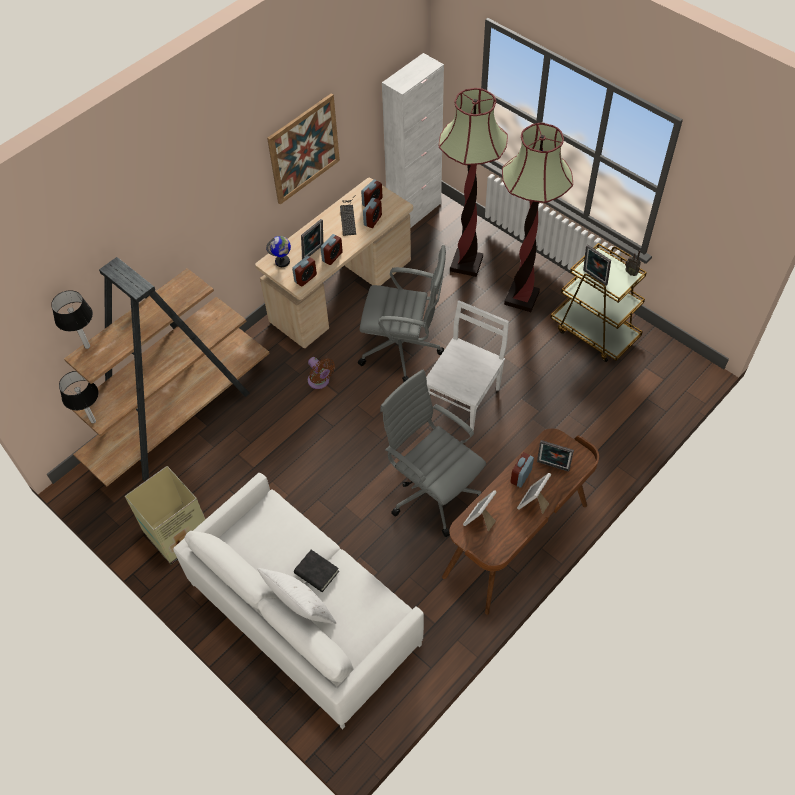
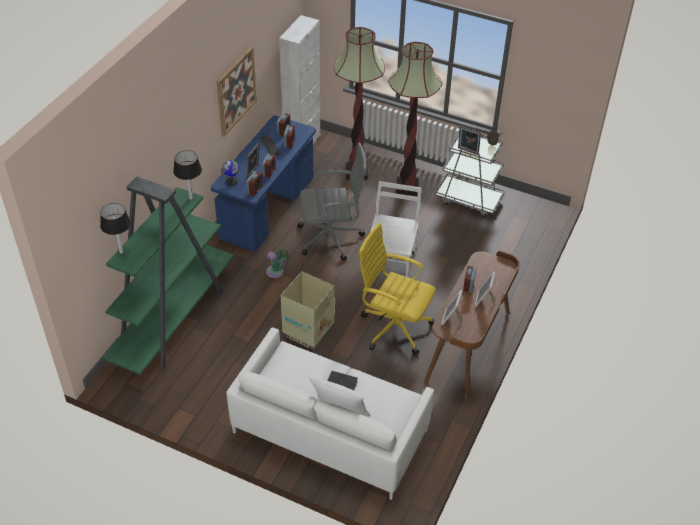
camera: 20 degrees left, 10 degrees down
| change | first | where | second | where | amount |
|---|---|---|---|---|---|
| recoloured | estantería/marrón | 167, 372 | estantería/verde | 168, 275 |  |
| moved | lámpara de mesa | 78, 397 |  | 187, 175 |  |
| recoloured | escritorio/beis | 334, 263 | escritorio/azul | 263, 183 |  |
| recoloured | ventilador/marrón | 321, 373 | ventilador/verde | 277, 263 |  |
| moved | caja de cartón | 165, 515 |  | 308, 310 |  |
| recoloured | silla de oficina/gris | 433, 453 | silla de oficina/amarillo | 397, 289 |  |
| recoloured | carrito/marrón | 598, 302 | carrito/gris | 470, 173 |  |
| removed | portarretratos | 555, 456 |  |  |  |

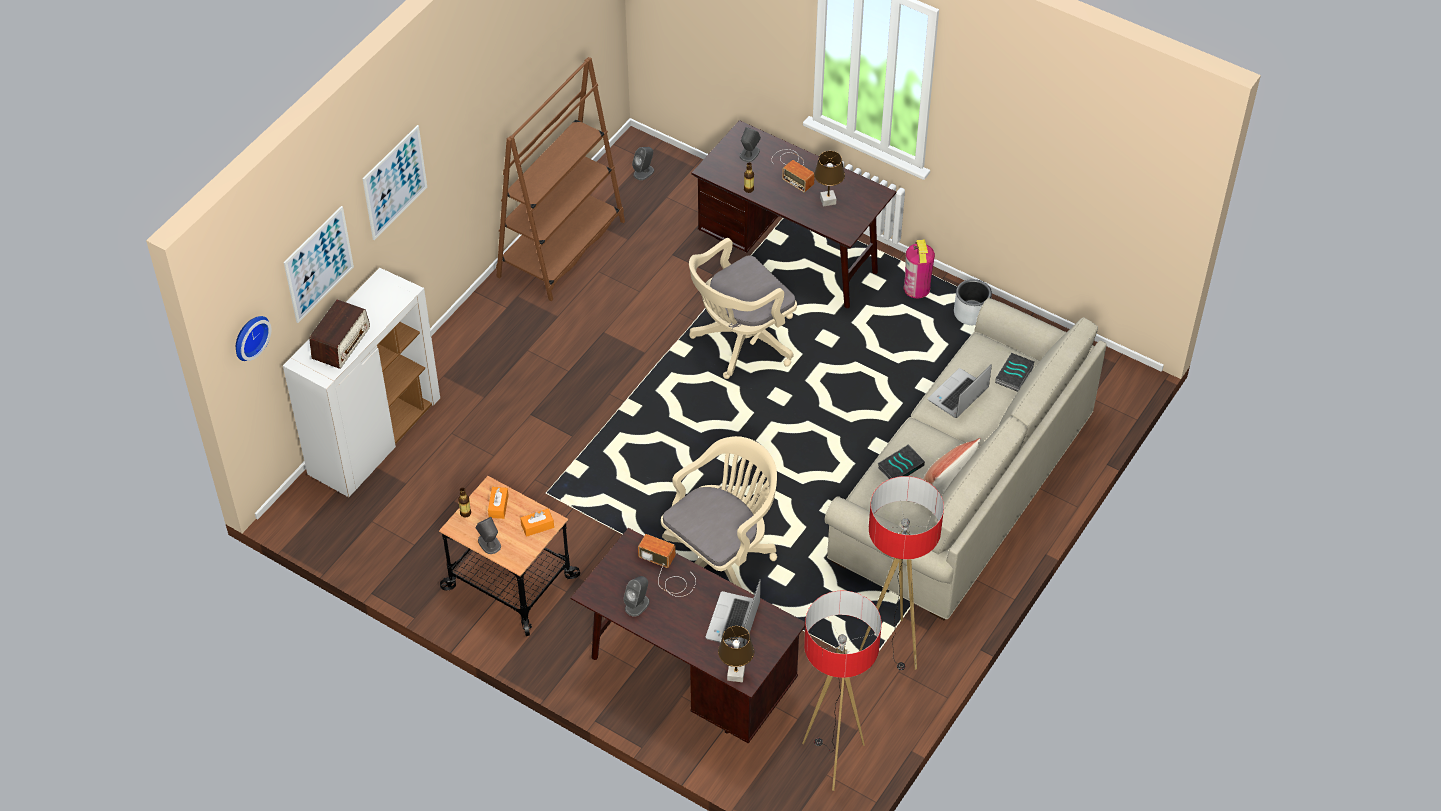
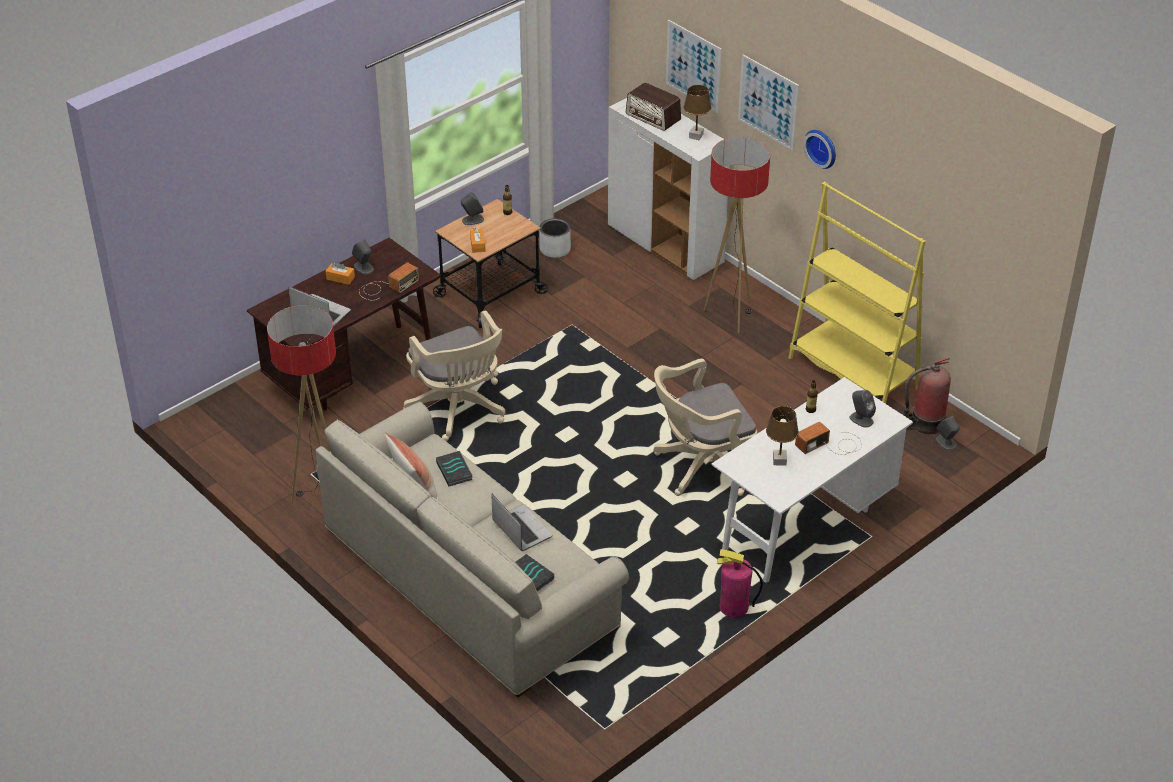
camera: 105 degrees right, 10 degrees down
| change | first | where | second | where | amount |
|---|---|---|---|---|---|
| moved | caja de pañuelos/naranja | 498, 503 |  | 340, 273 |  |
| moved | maceta/gris | 973, 302 |  | 555, 238 |  |
| turned | silla de oficina/beis | 743, 308 |  | 705, 427 | 90 degrees counterclockwise |
| moved | lámpara de mesa/marrón | 736, 654 |  | 697, 112 |  |
| moved | lámpara de pie | 842, 691 |  | 736, 235 |  |
| recoloured | escritorio/marrón | 793, 214 | escritorio/blanco | 812, 480 |  |
| recoloured | estantería/marrón | 560, 179 | estantería/amarillo | 857, 292 |  |
| moved | reloj de pared | 253, 338 |  | 819, 149 |  |
| added |  |  | extintor | 927, 395 |  |

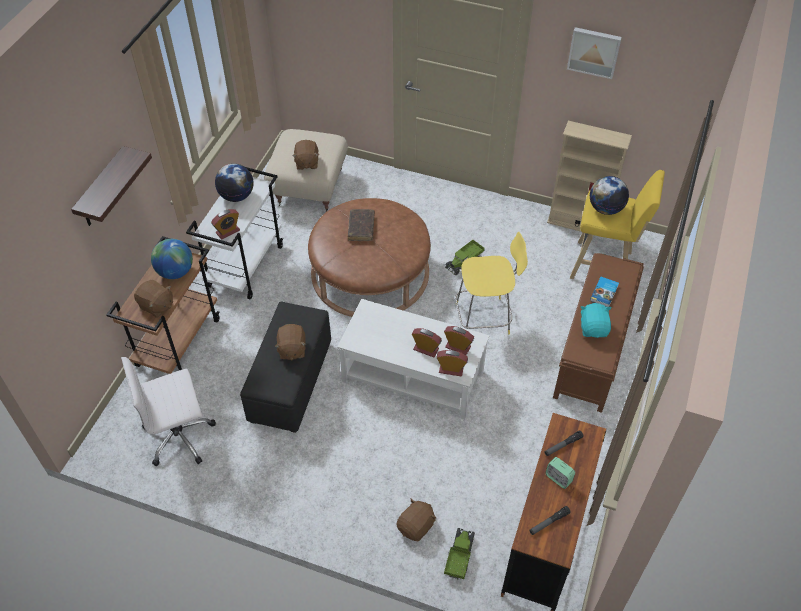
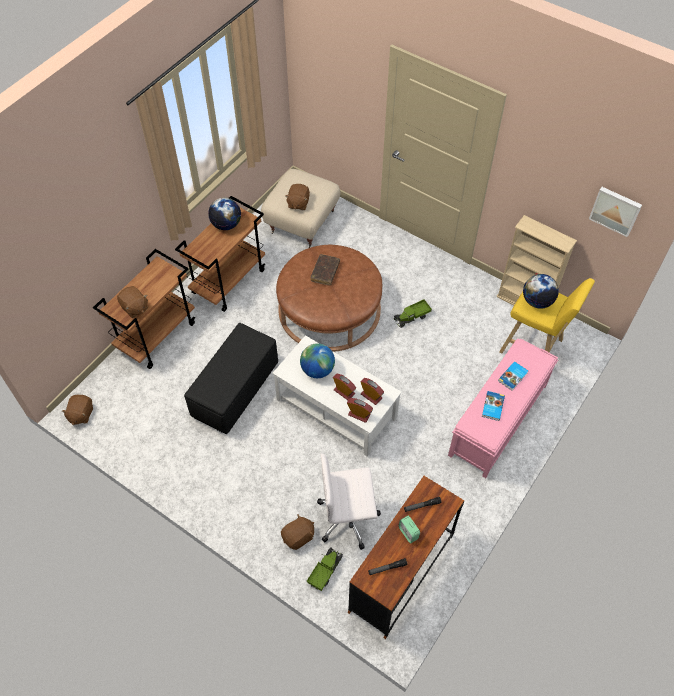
camera: 15 degrees right, 5 degrees up
| change | first | where | second | where | amount |
|---|---|---|---|---|---|
| moved | peluche/marrón | 290, 342 |  | 77, 409 |  |
| recoloured | carrito/blanco | 234, 233 | carrito/marrón | 220, 254 |  |
| moved | globo terráqueo | 172, 259 |  | 317, 360 |  |
| moved | silla de oficina/blanco | 168, 411 |  | 349, 502 |  |
| recoloured | banco/marrón | 598, 333 | banco/rosa | 503, 408 |  |
| replaced | peluche/turquesa | 596, 320 | libro | 493, 406 |  |
| moved | cuadro | 594, 53 |  | 615, 212 |  |
| removed | estante | 111, 186 |  |  |  |
| removed | despertador | 225, 224 |  |  |  |
| removed | taburete/amarillo | 491, 283 |  |  |  |

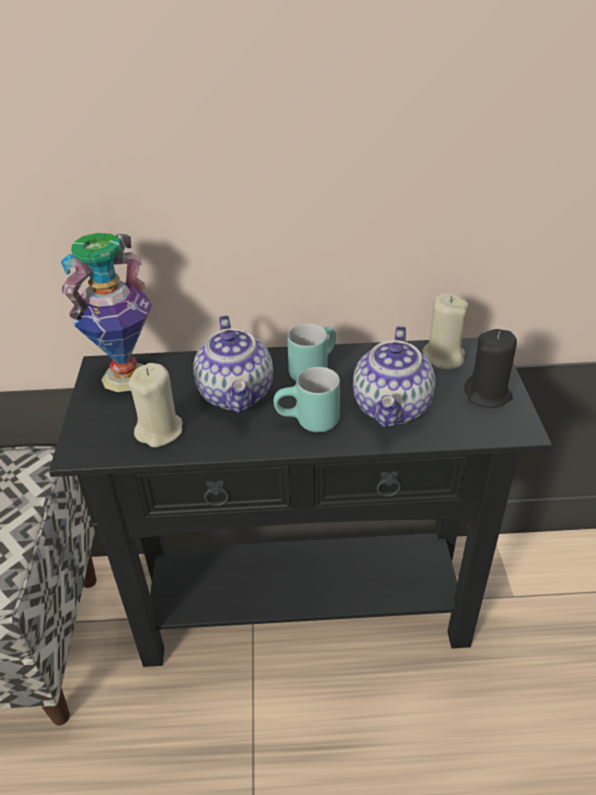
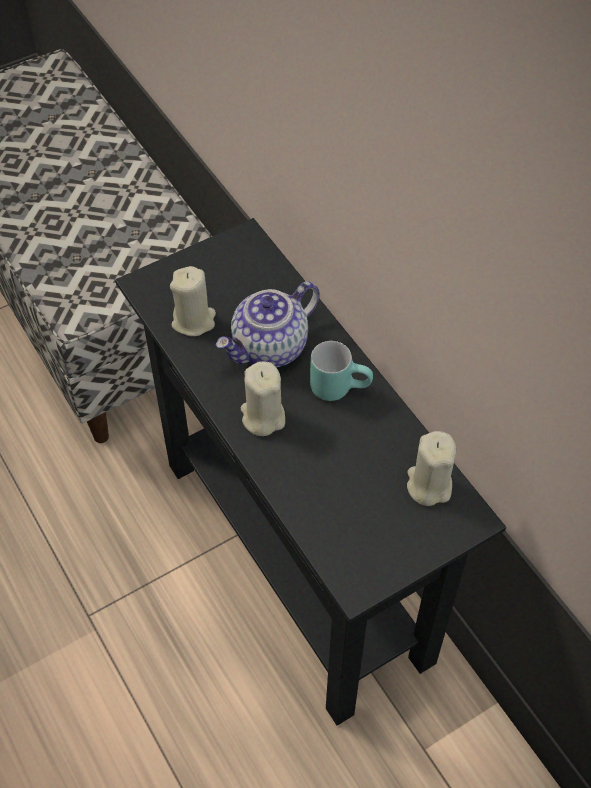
camera: 60 degrees right, 15 degrees up
| change | first | where | second | where | amount |
|---|---|---|---|---|---|
| replaced | taza grande/turquesa | 307, 399 | vela/beis | 263, 399 |  |
| removed | florero | 106, 312 |  |  |  |
| removed | tetera | 394, 377 |  |  |  |
| removed | vela/negro | 490, 368 |  |  |  |

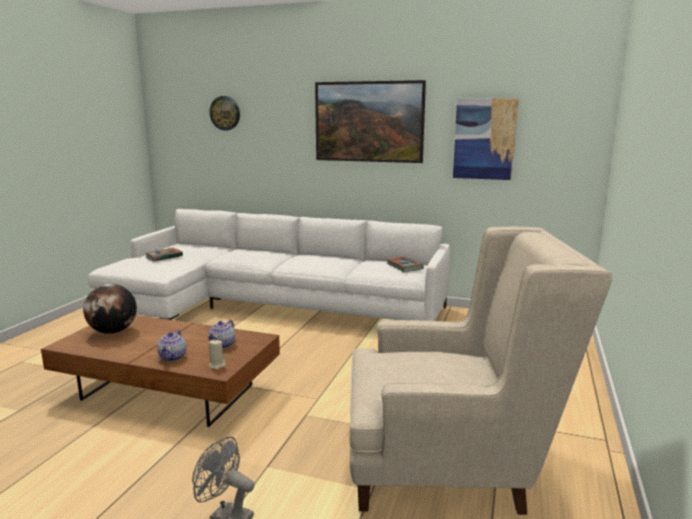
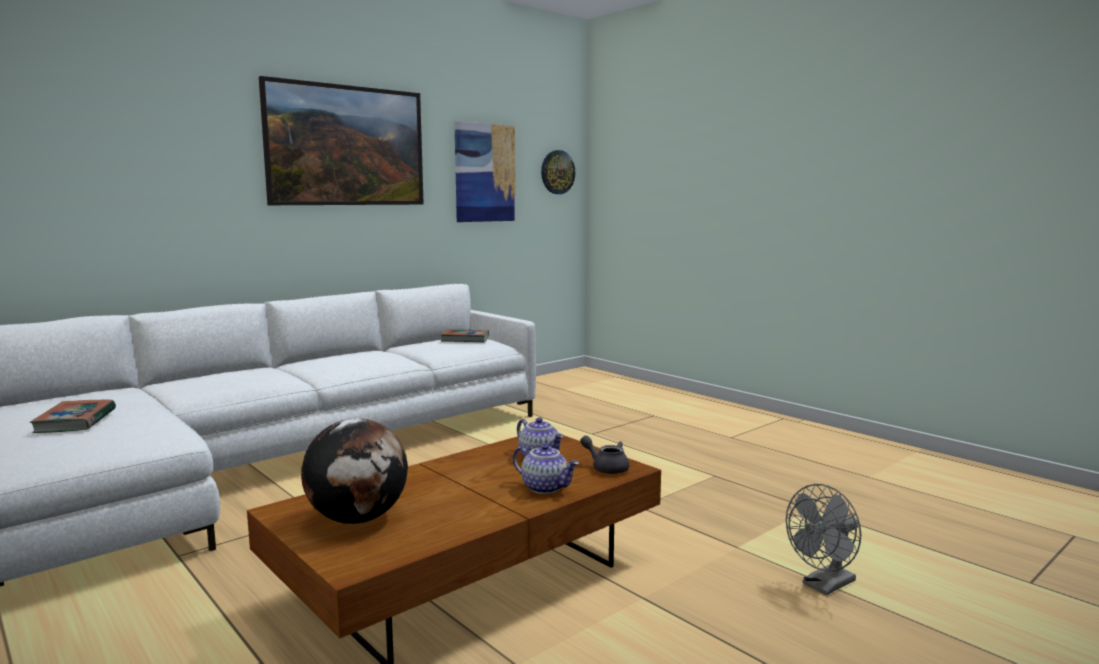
camera: 60 degrees left, 5 degrees down
| change | first | where | second | where | amount |
|---|---|---|---|---|---|
| moved | reloj de pared | 224, 113 |  | 558, 172 |  |
| replaced | vela/beis | 217, 354 | tetera/gris | 604, 455 |  |
| removed | sillón/beis | 481, 371 |  |  |  |

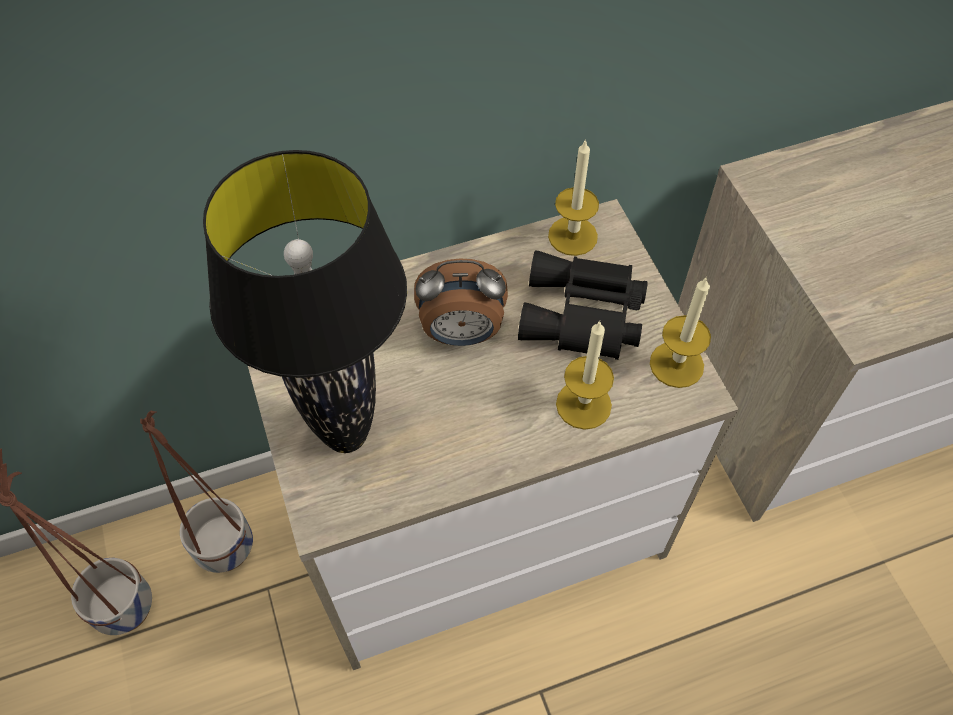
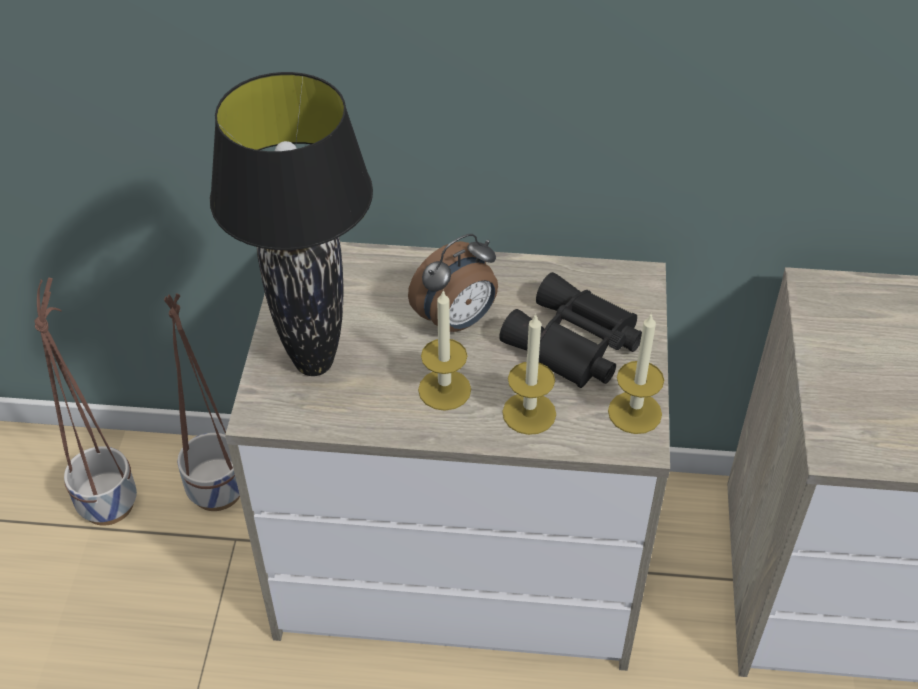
camera: 25 degrees right, 10 degrees down
| change | first | where | second | where | amount |
|---|---|---|---|---|---|
| turned | despertador | 461, 302 |  | 453, 283 | 60 degrees counterclockwise |
| moved | vela | 573, 197 |  | 444, 350 |  |

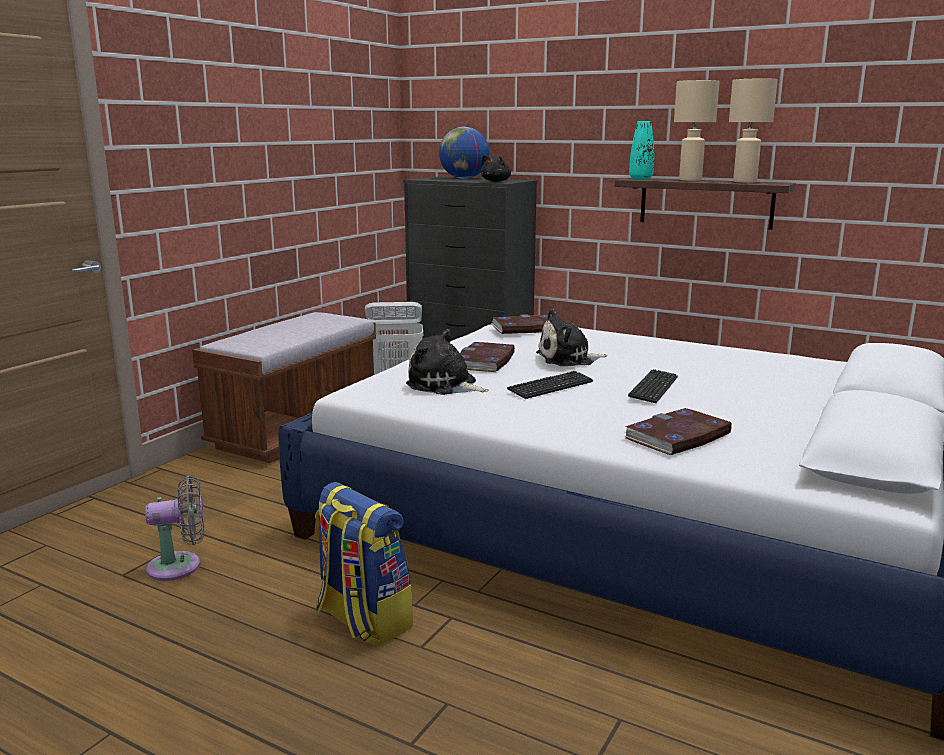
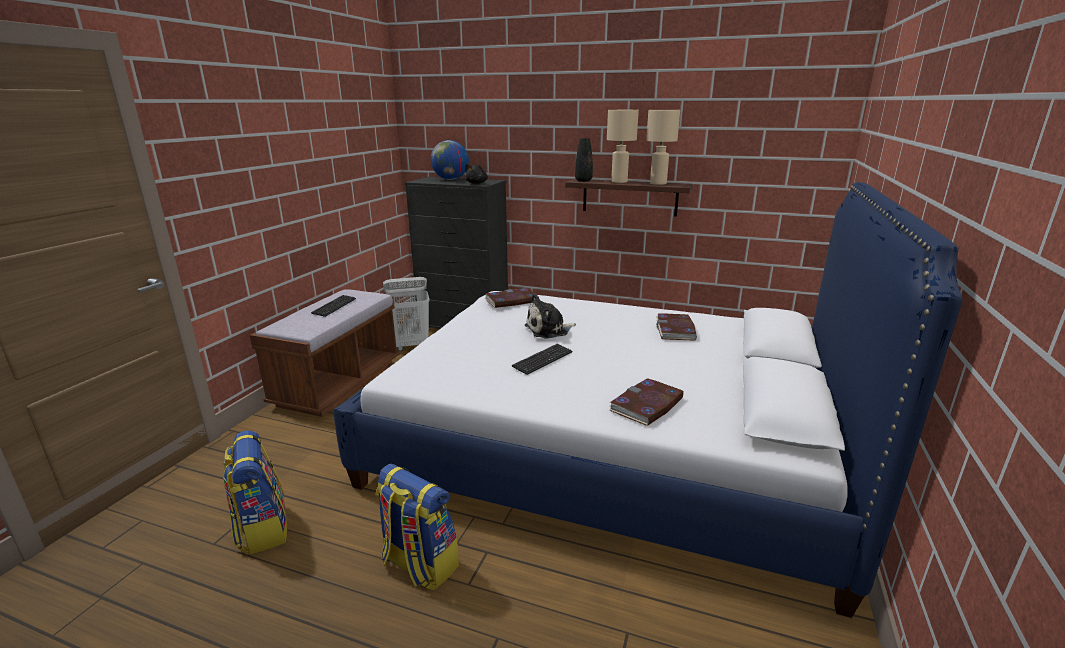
camera: 10 degrees left, 5 degrees up
| change | first | where | second | where | amount |
|---|---|---|---|---|---|
| replaced | ventilador/gris | 174, 528 | mochila | 255, 492 |  |
| moved | teclado | 653, 386 |  | 333, 306 |  |
| recoloured | florero/turquesa | 641, 150 | florero/negro | 584, 160 |  |
| moved | libro | 487, 357 |  | 676, 327 |  |
| removed | peluche | 447, 362 |  |  |  |

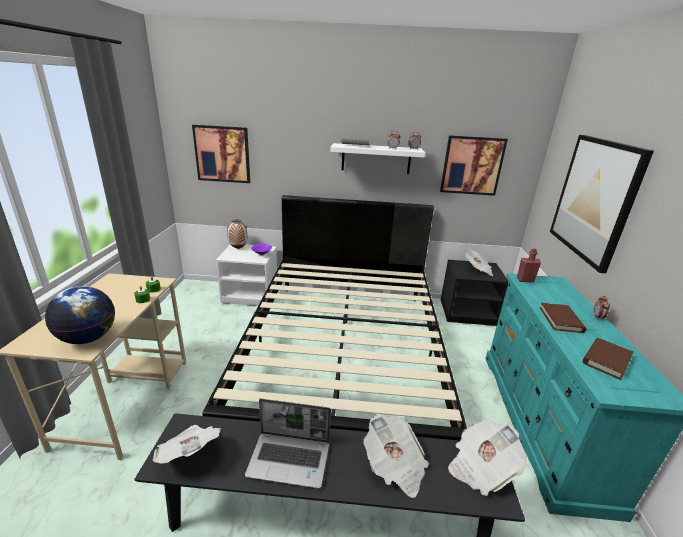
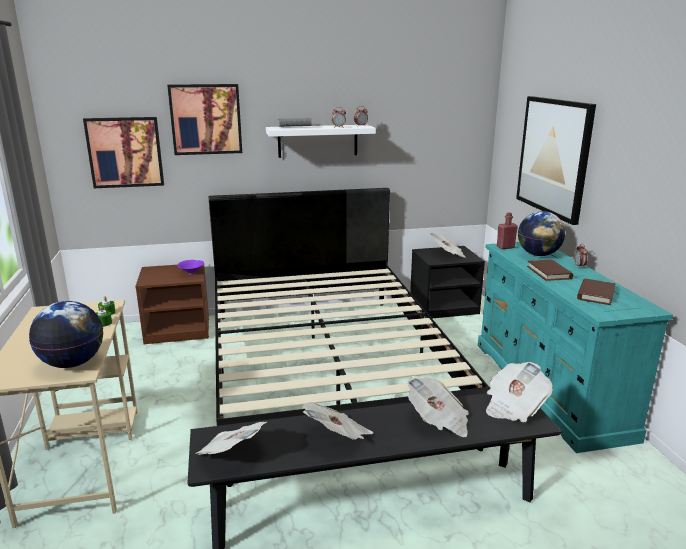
camera: 15 degrees left, 5 degrees down
| change | first | where | second | where | amount |
|---|---|---|---|---|---|
| recoloured | mesita de noche/blanco | 246, 275 | mesita de noche/marrón | 172, 304 |  |
| moved | cuadro | 474, 165 |  | 204, 119 |  |
| replaced | portátil | 288, 444 | periódico | 338, 421 |  |
| added |  |  | globo terráqueo | 541, 233 |  |
| removed | florero | 237, 234 |  |  |  |

